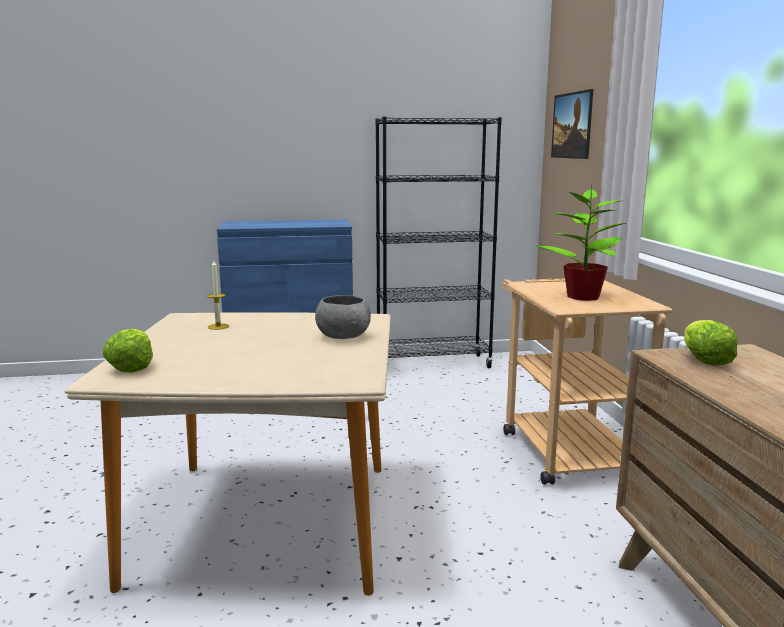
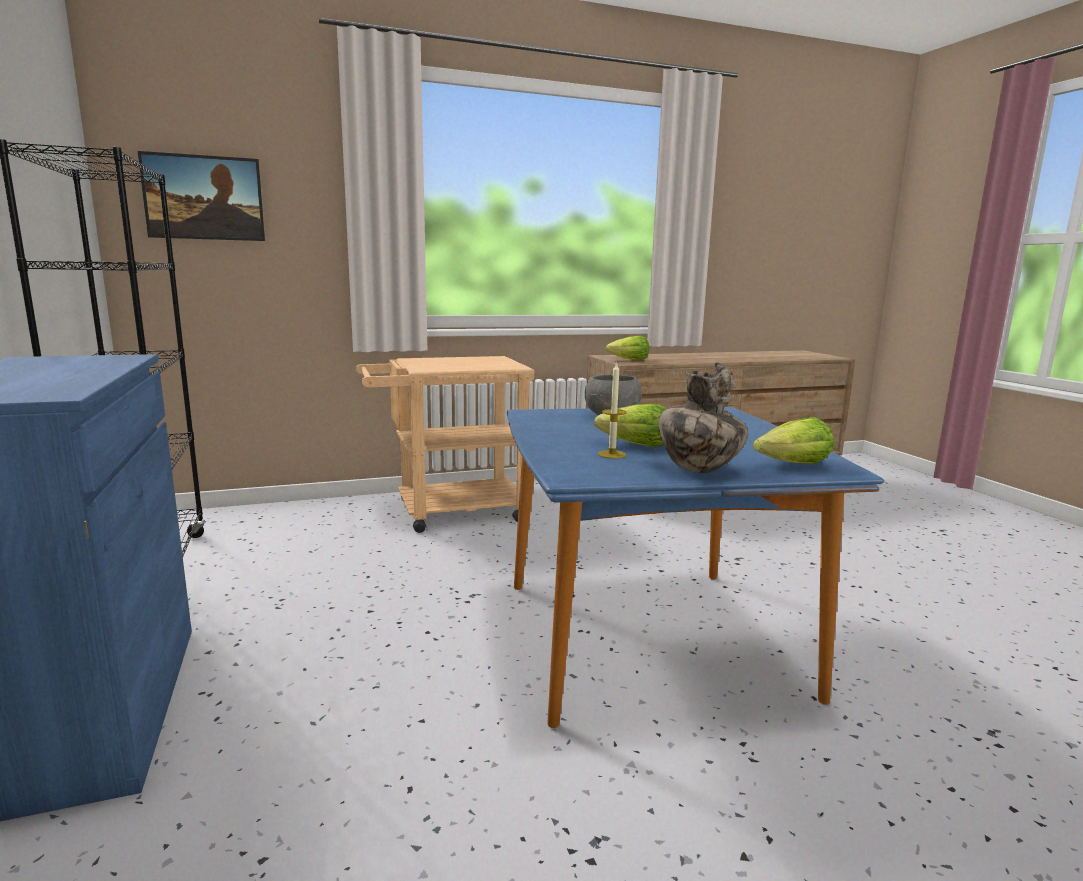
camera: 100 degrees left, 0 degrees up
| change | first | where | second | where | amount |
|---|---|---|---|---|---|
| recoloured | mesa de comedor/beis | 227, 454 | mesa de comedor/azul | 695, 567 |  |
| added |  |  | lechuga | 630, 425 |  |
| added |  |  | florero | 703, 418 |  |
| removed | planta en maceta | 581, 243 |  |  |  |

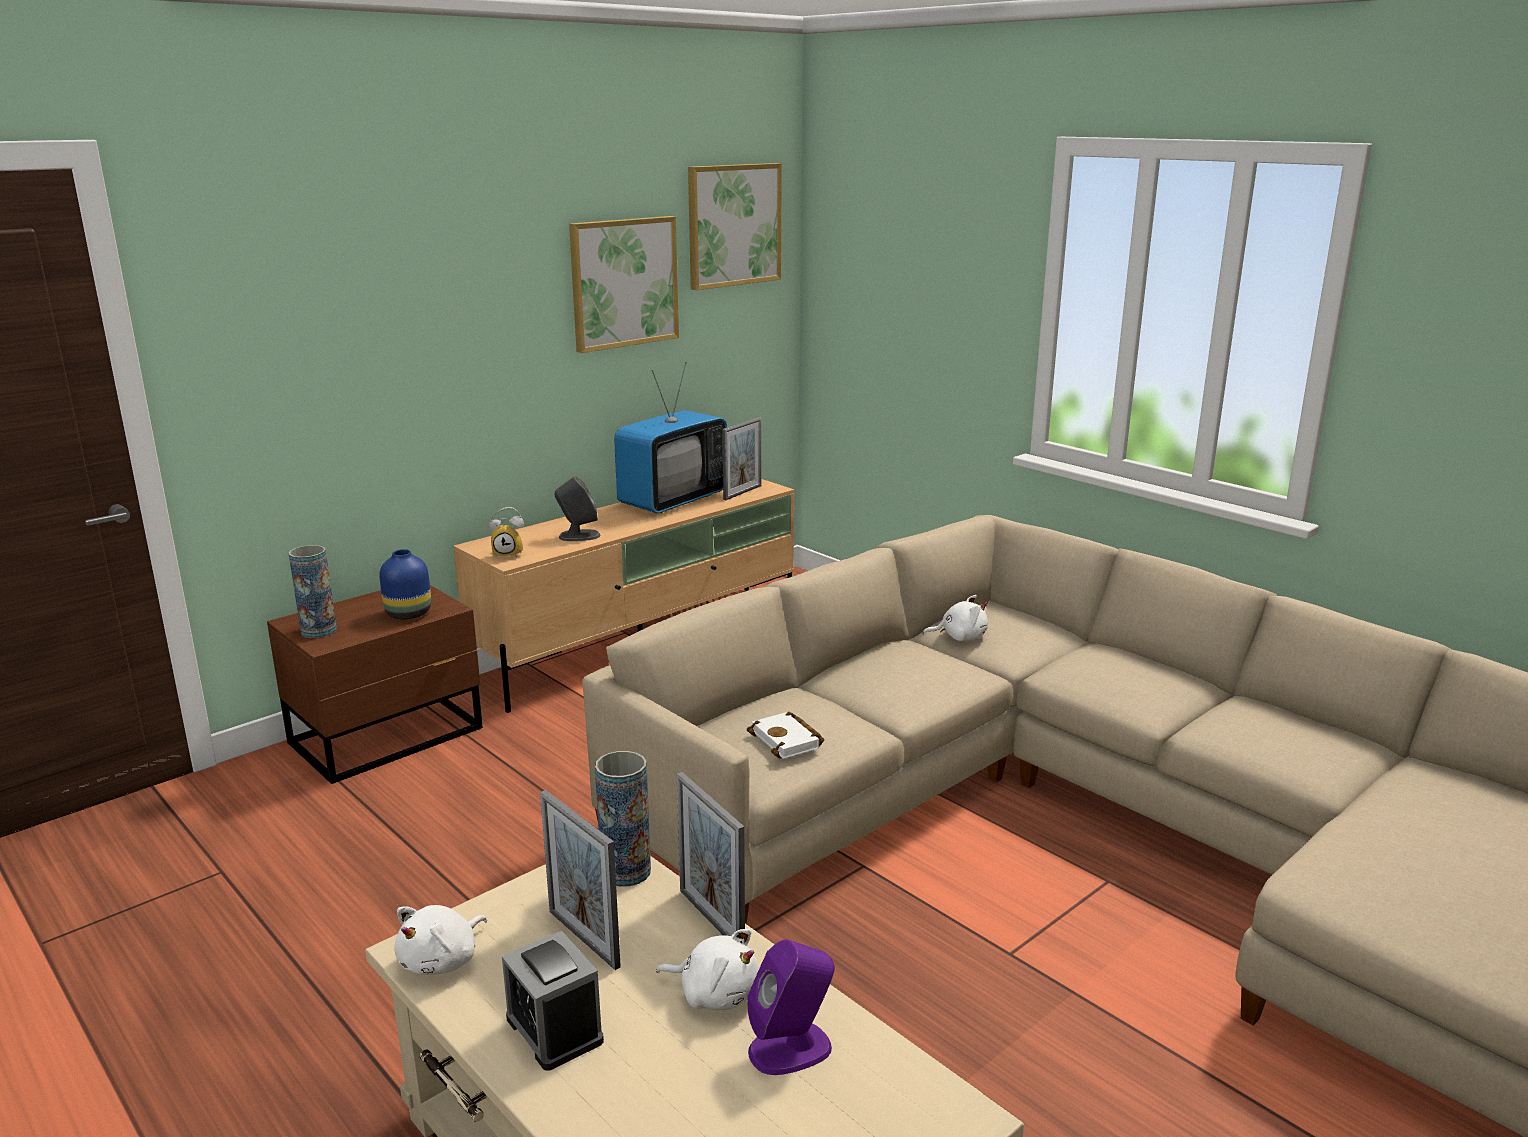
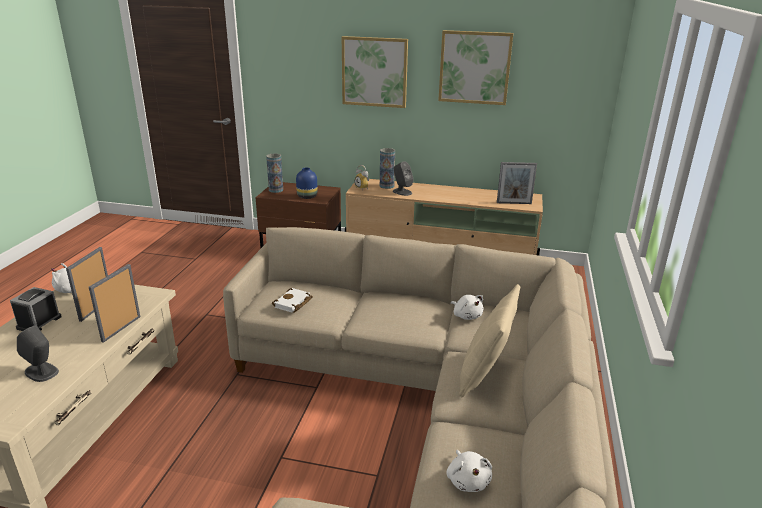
camera: 55 degrees right, 5 degrees up
| change | first | where | second | where | amount |
|---|---|---|---|---|---|
| recoloured | altavoz/morado | 791, 1007 | altavoz/gris | 38, 353 |  |
| moved | cuadro | 735, 226 |  | 375, 72 |  |
| moved | florero | 623, 819 |  | 387, 168 |  |
| moved | peluche/blanco | 707, 969 |  | 469, 471 |  |
| added |  |  | cojín/beis | 489, 340 |  |
| removed | televisor | 670, 437 |  |  |  |

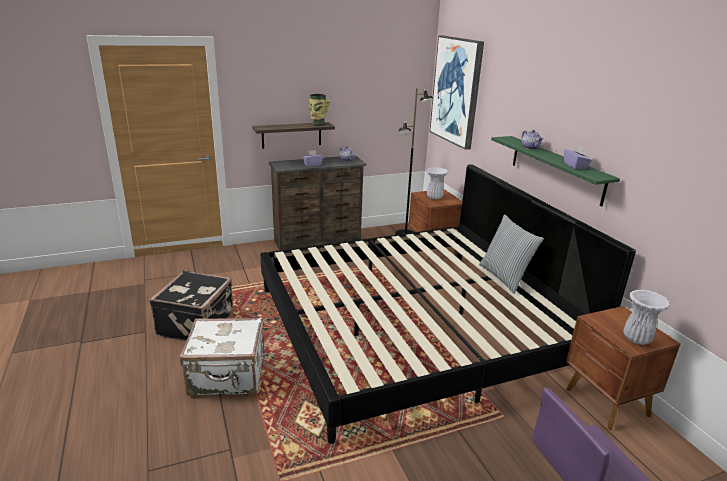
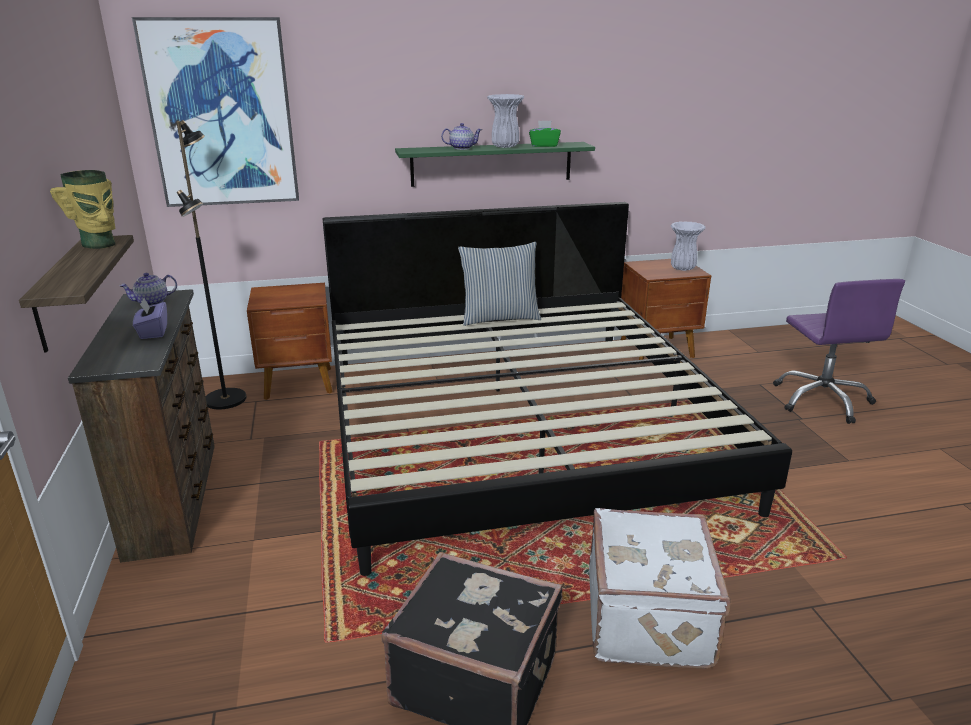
camera: 80 degrees left, 0 degrees up
| change | first | where | second | where | amount |
|---|---|---|---|---|---|
| moved | florero/blanco | 437, 183 |  | 505, 121 |  |
| recoloured | caja de pañuelos/morado | 578, 158 | caja de pañuelos/verde | 545, 134 |  |

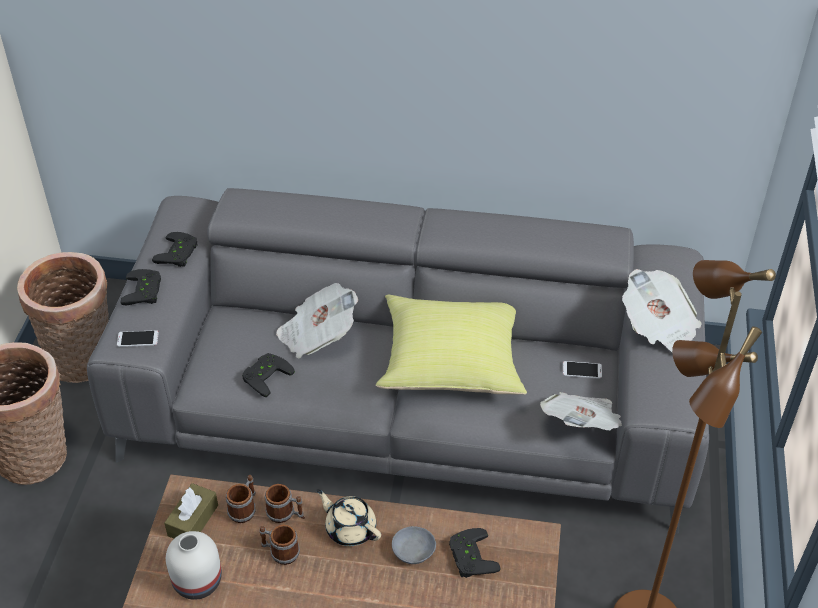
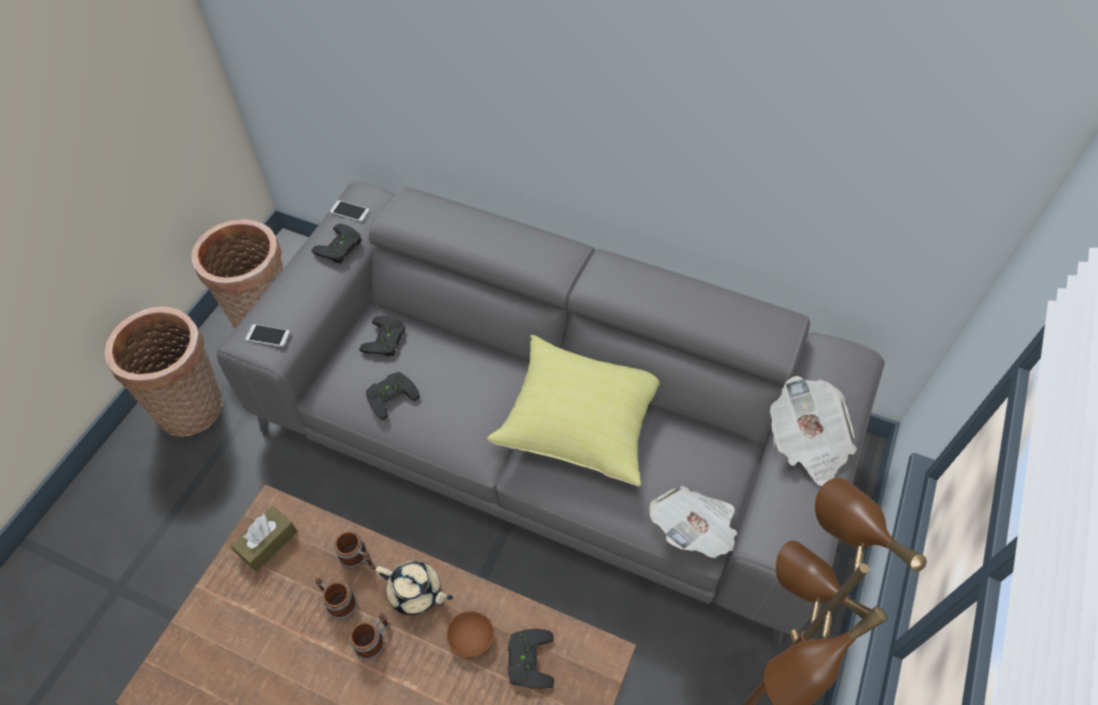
camera: 15 degrees right, 10 degrees up
| change | first | where | second | where | amount |
|---|---|---|---|---|---|
| moved | móvil | 582, 370 |  | 349, 211 |  |
| moved | taza grande | 241, 499 |  | 369, 636 |  |
| moved | mando de consola/negro | 140, 287 |  | 382, 336 |  |
| turned | tetera/beis | 348, 517 |  | 414, 588 | 150 degrees clockwise |
| recoloured | cuenco/gris | 414, 545 | cuenco/marrón | 470, 634 |  |
| removed | florero/blanco | 194, 565 |  |  |  |
| removed | periódico | 317, 321 |  |  |  |

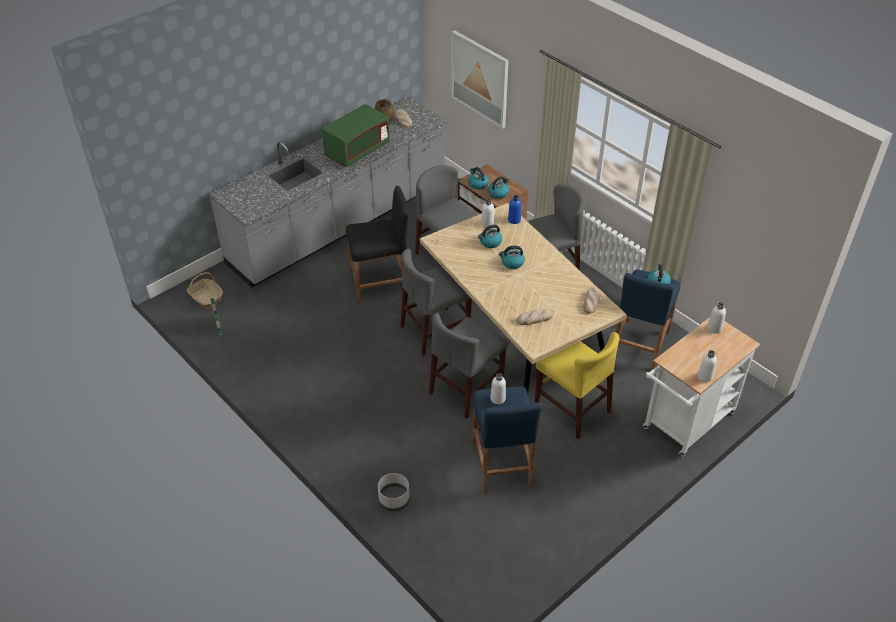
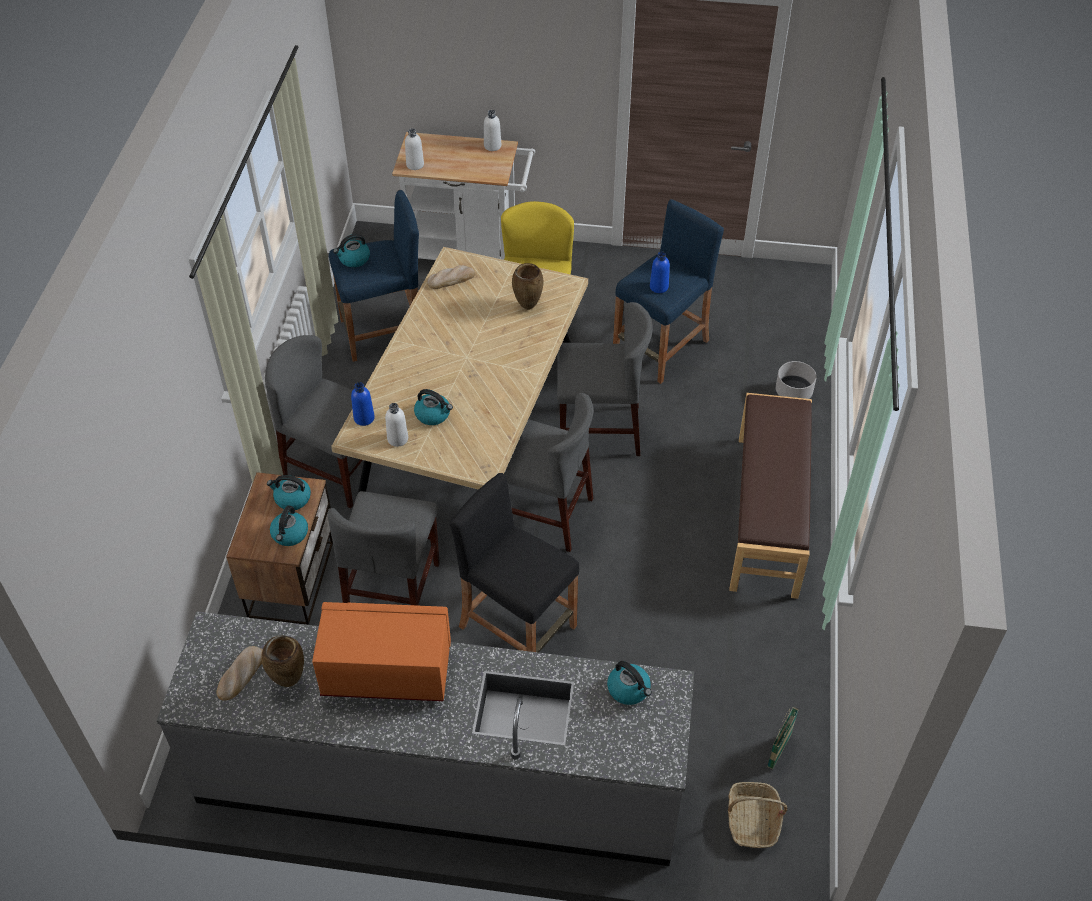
camera: 130 degrees left, 5 degrees up
| change | first | where | second | where | amount |
|---|---|---|---|---|---|
| recoloured | microondas/verde | 356, 135 | microondas/naranja | 381, 651 |  |
| replaced | pan | 534, 317 | florero/marrón | 528, 286 |  |
| moved | hervidor | 511, 257 |  | 629, 683 |  |
| recoloured | botella/blanco | 498, 388 | botella/azul | 660, 272 |  |
| added |  |  | banco/marrón | 770, 496 |  |
| removed | cuadro | 480, 79 |  |  |  |

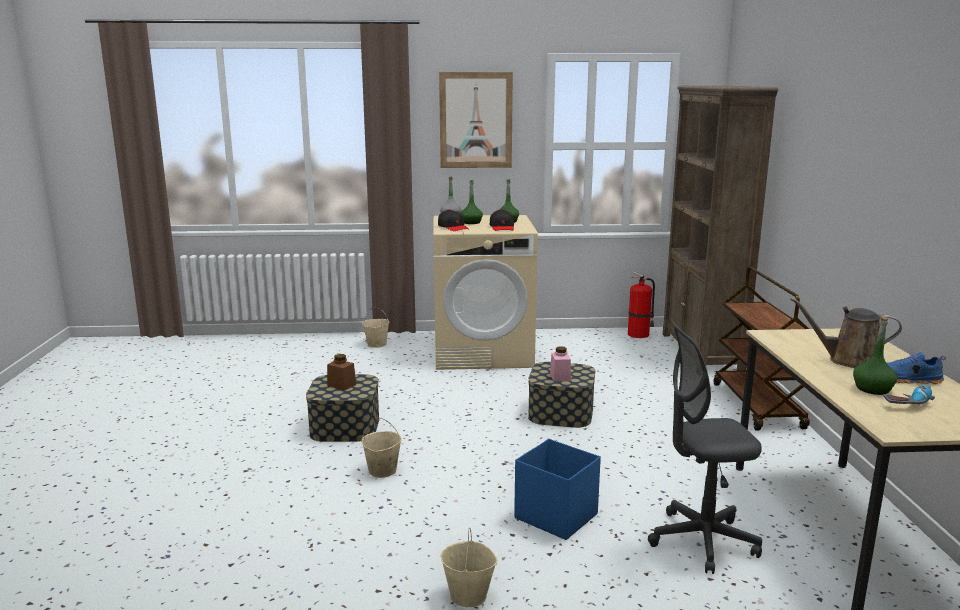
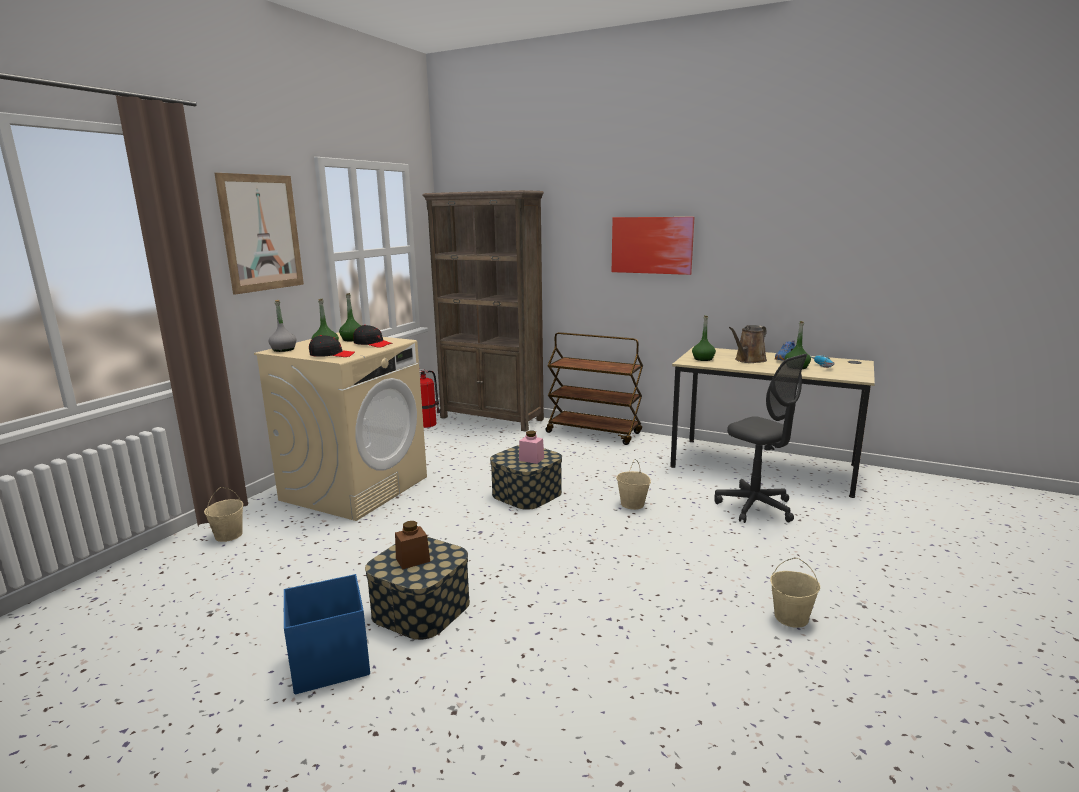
camera: 60 degrees left, 0 degrees up
| change | first | where | second | where | amount |
|---|---|---|---|---|---|
| moved | caja de almacenaje/azul | 557, 489 |  | 327, 634 |  |
| added |  |  | cuadro | 653, 246 |  |
| moved | cubo/beis | 382, 448 |  | 633, 484 |  |
| added |  |  | botella/verde | 704, 338 |  |
| turned | silla de oficina/gris | 705, 449 |  | 761, 438 | 60 degrees counterclockwise |

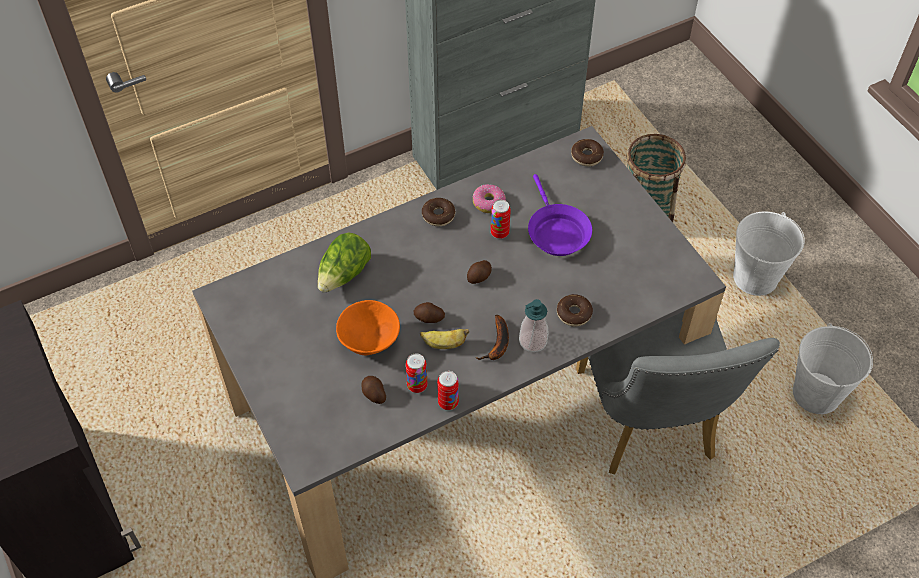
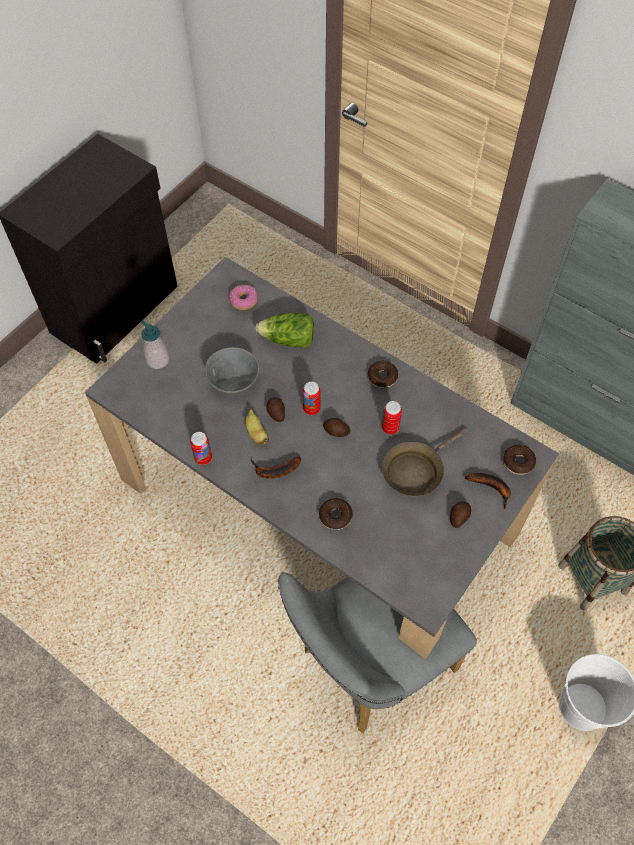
camera: 65 degrees right, 5 degrees up
| change | first | where | second | where | amount |
|---|---|---|---|---|---|
| moved | dispensador de jabón | 533, 325 |  | 155, 344 |  |
| recoloured | cuenco/naranja | 368, 327 | cuenco/gris | 232, 370 |  |
| moved | rosquilla | 489, 198 |  | 243, 297 |  |
| moved | lata | 416, 373 |  | 311, 398 |  |
| recoloured | sartén/morado | 560, 215 | sartén/marrón | 425, 462 |  |
| moved | patata | 373, 390 |  | 460, 514 |  |
| added |  |  | plátano | 488, 491 |  |
| removed | cubo/blanco | 833, 368 |  |  |  |

